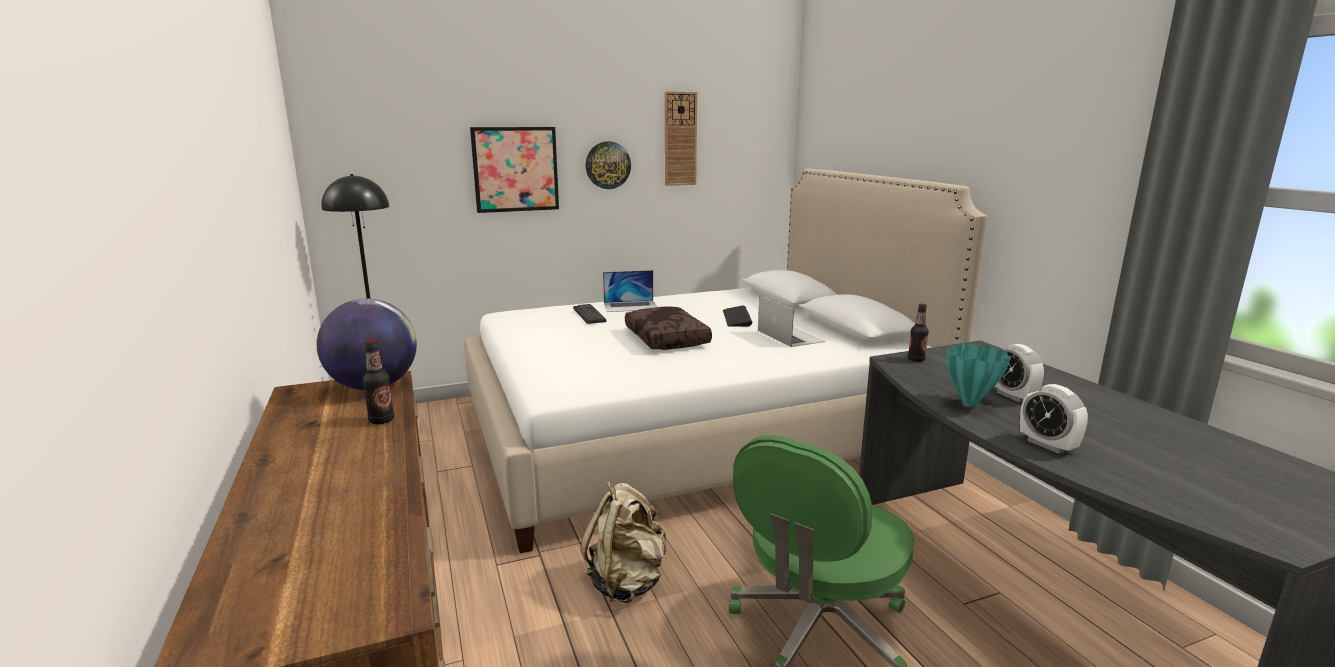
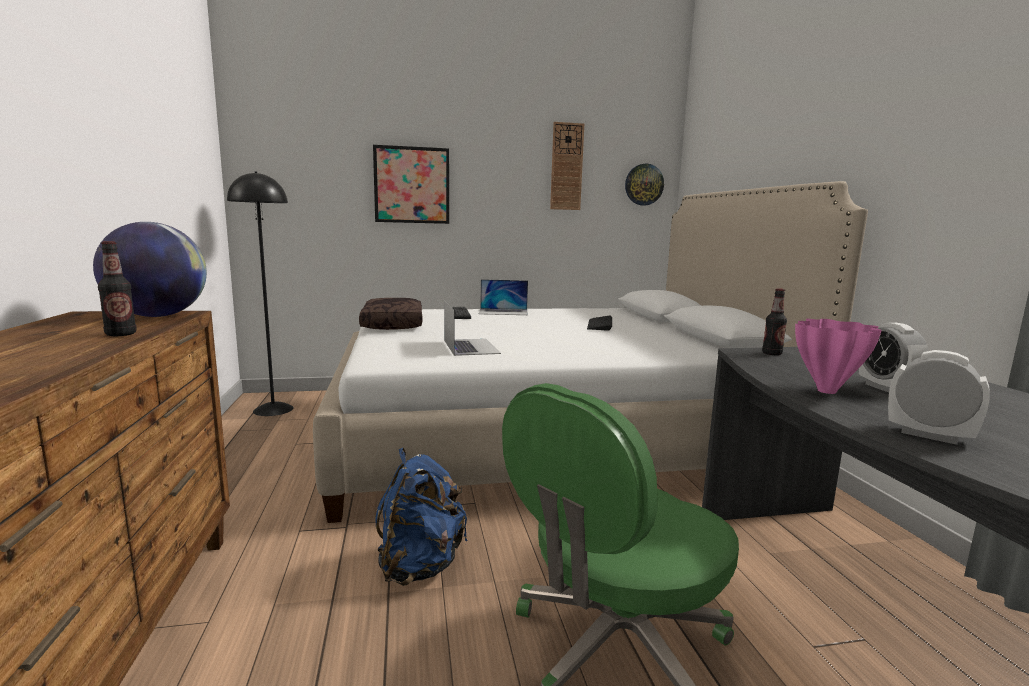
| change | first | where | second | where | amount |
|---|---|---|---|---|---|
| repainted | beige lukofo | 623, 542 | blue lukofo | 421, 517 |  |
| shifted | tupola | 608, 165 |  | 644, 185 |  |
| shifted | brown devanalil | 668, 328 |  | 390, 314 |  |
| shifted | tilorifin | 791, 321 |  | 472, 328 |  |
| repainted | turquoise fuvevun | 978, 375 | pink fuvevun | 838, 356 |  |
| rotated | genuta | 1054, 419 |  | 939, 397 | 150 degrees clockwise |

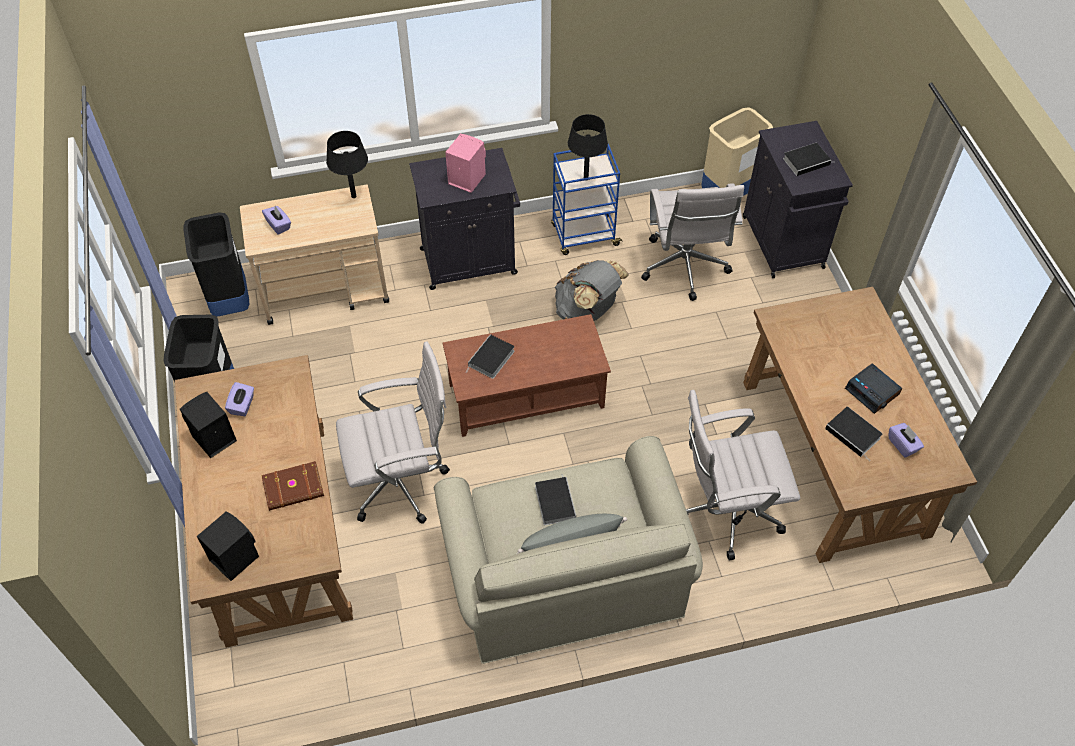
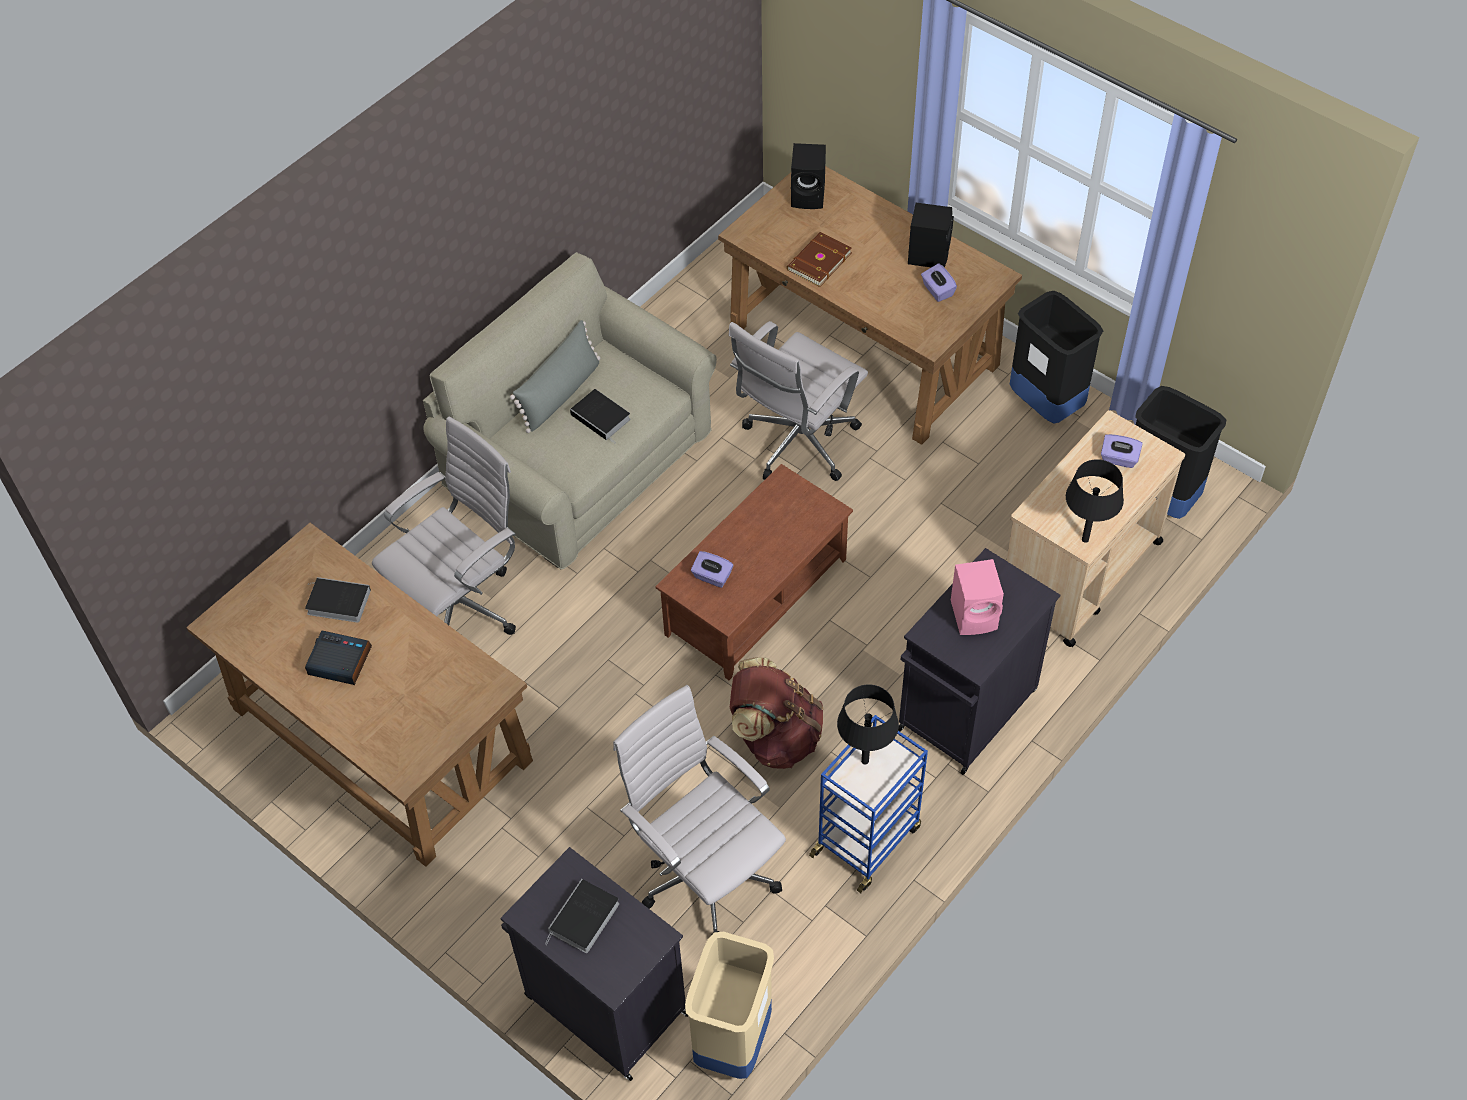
| change | first | where | second | where | amount |
|---|---|---|---|---|---|
| gone | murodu | 490, 356 |  |  |  |
| repainted | grey lukofo | 592, 290 | brown lukofo | 777, 713 |  |
| shifted | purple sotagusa | 906, 440 |  | 712, 569 |  |

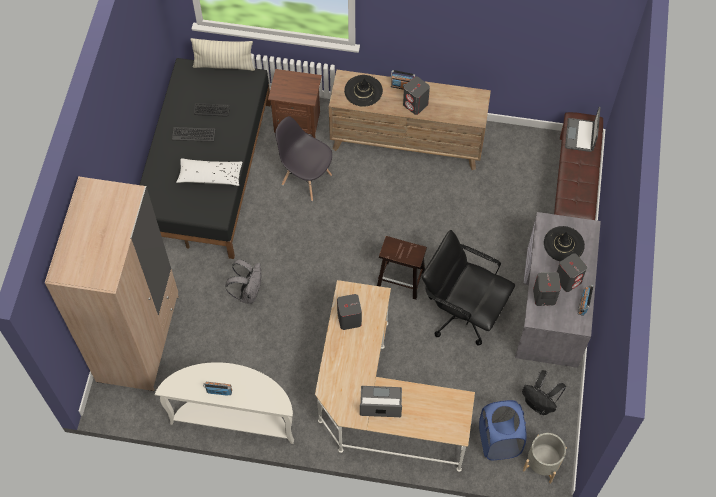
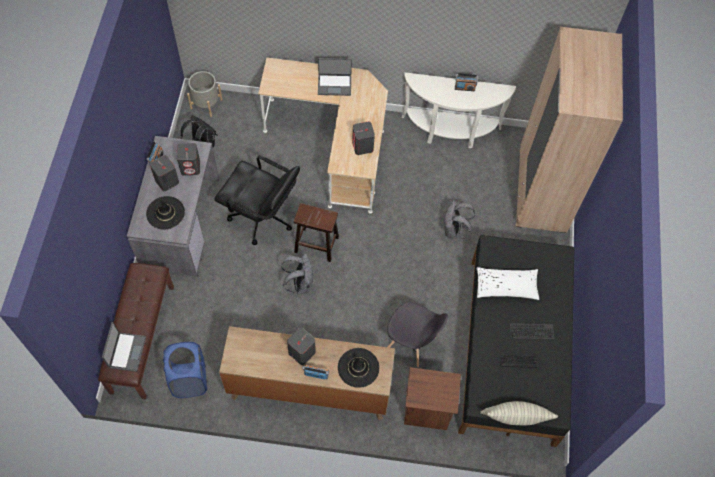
| change | first | where | second | where | amount |
|---|---|---|---|---|---|
| shifted | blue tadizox | 502, 430 |  | 185, 370 |  |
| new |  |  | grey lukofo | 297, 274 |  |

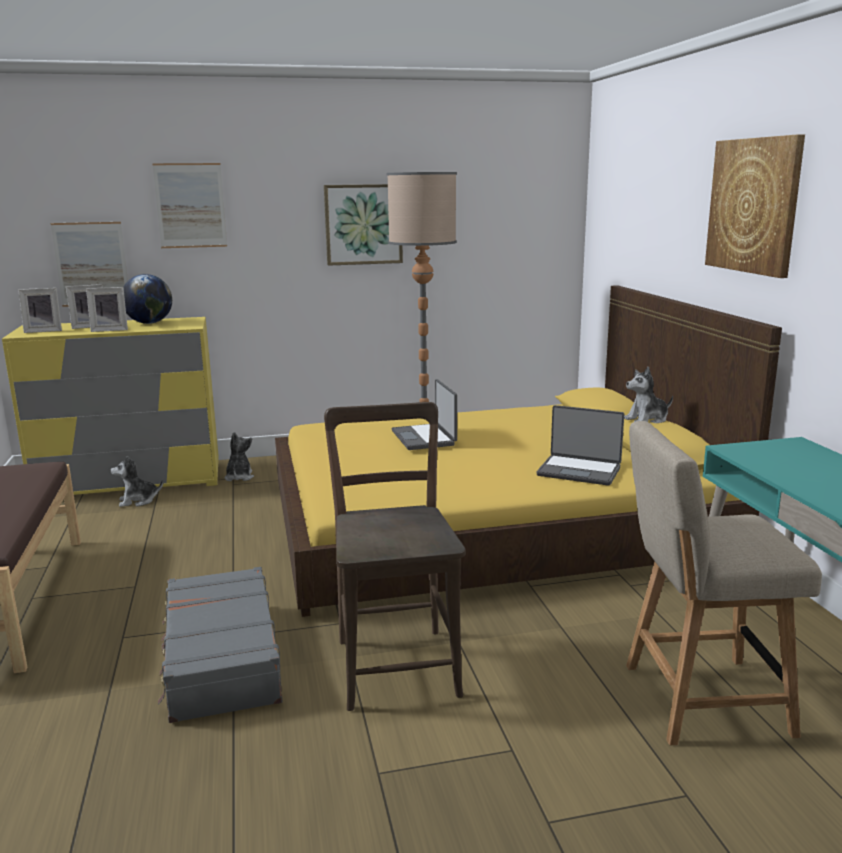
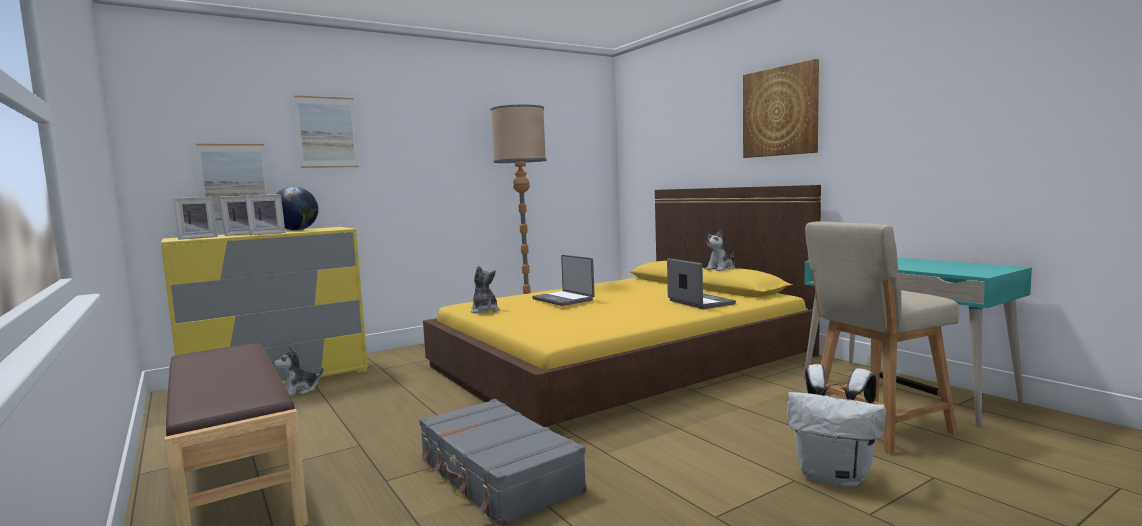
| change | first | where | second | where | amount |
|---|---|---|---|---|---|
| shifted | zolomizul | 239, 456 |  | 485, 289 |  |
| gone | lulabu | 363, 225 |  |  |  |
| gone | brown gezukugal | 395, 556 |  |  |  |
| rotated | tilorifin | 580, 445 |  | 701, 283 | 120 degrees counterclockwise |
| new |  |  | white lukofo | 836, 426 |  |

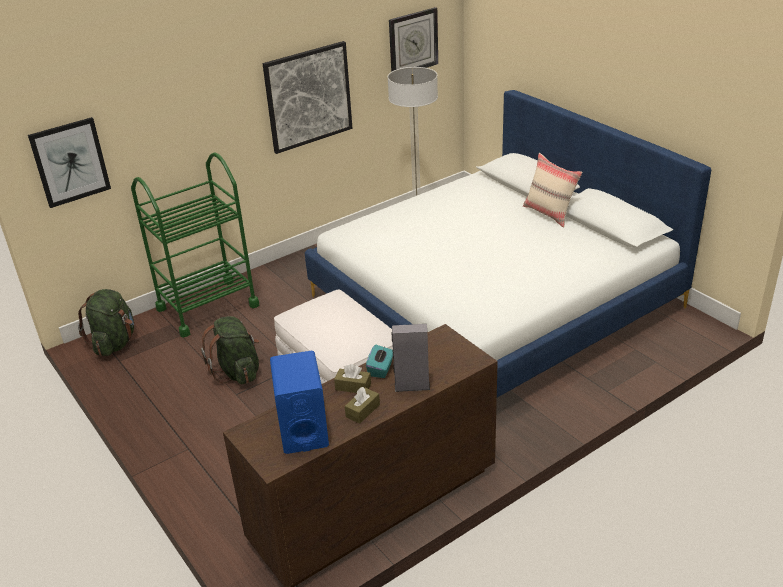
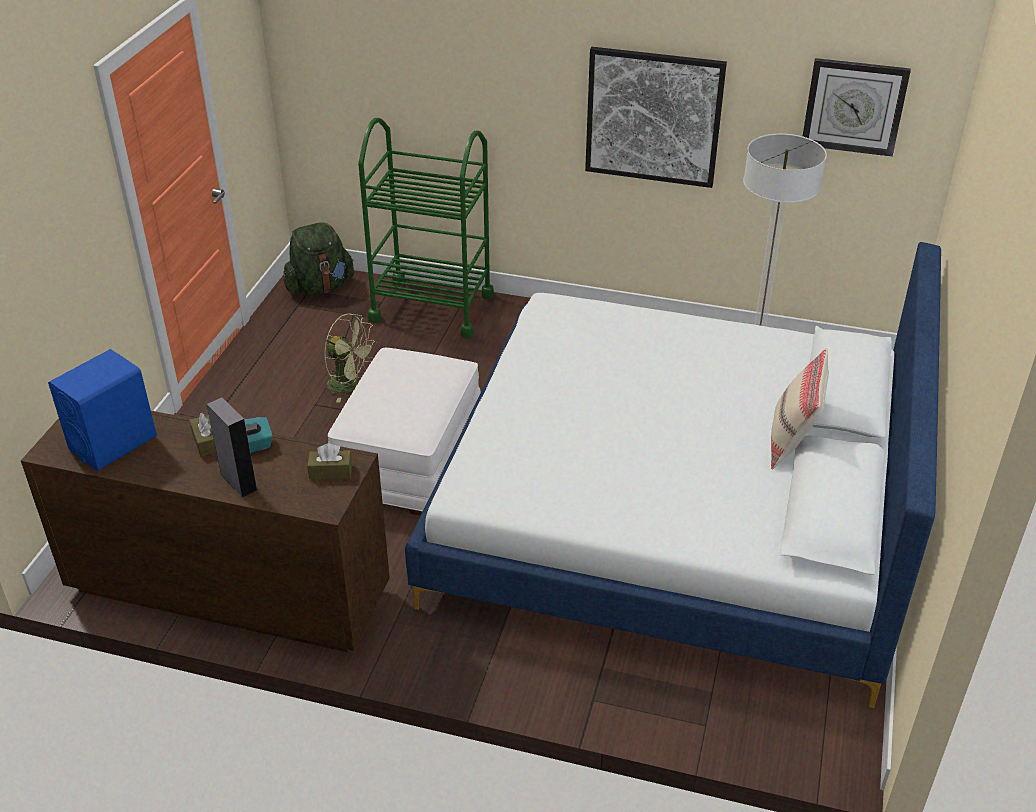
| change | first | where | second | where | amount |
|---|---|---|---|---|---|
| gone | lulabu | 69, 162 |  |  |  |
| swapped | green lukofo | 230, 350 | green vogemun | 350, 357 |  |
| shifted | brown sotagusa | 362, 405 |  | 329, 461 |  |

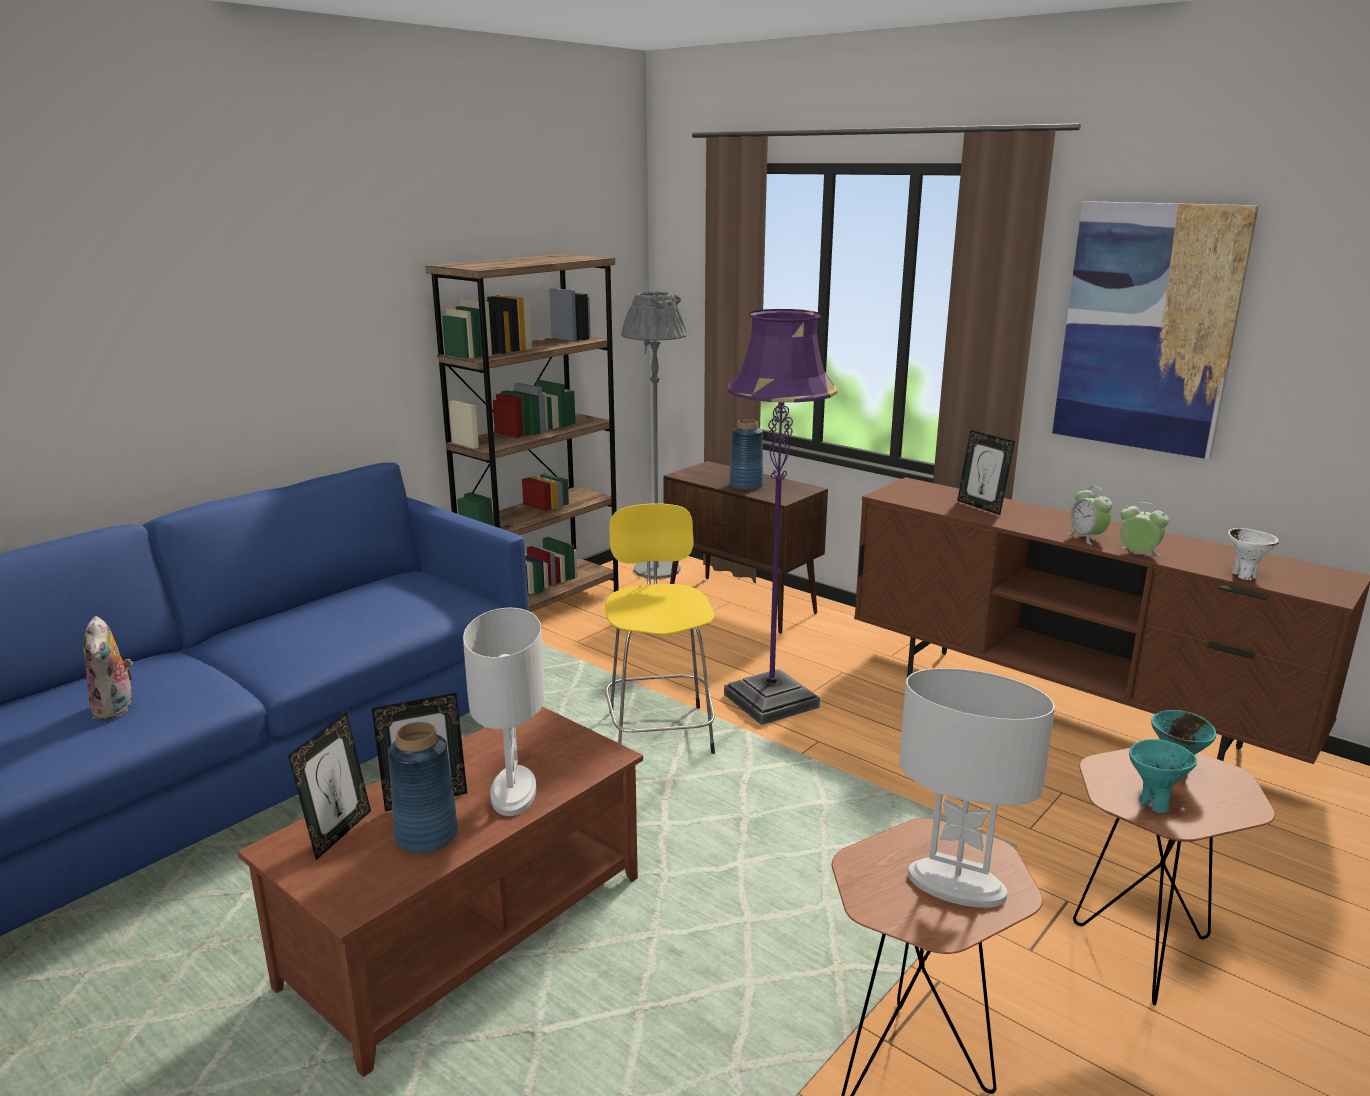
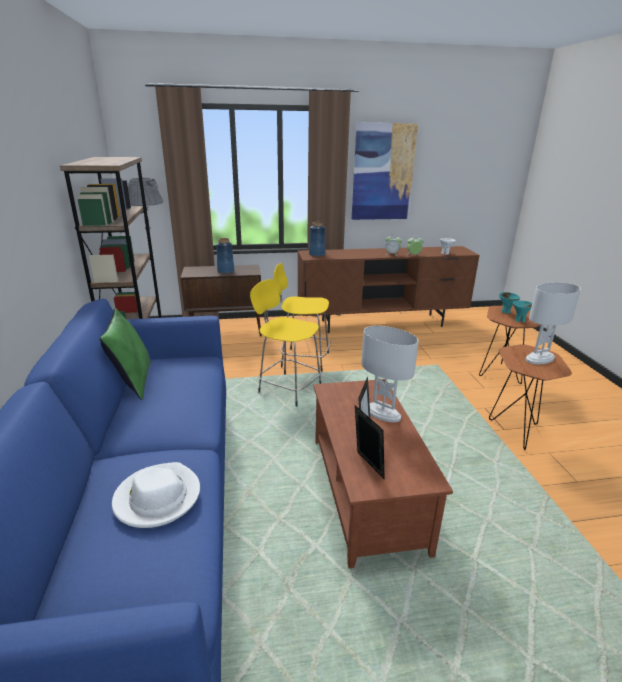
| change | first | where | second | where | amount |
|---|---|---|---|---|---|
| swapped | zolomizul | 109, 668 | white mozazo | 156, 495 |  |
| shifted | blue fuvevun | 423, 788 |  | 317, 239 |  |
| swapped | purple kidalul | 781, 517 | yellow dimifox | 302, 317 |  |
| gone | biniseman | 986, 472 |  |  |  |
| new |  |  | green devanalil | 125, 354 |  |

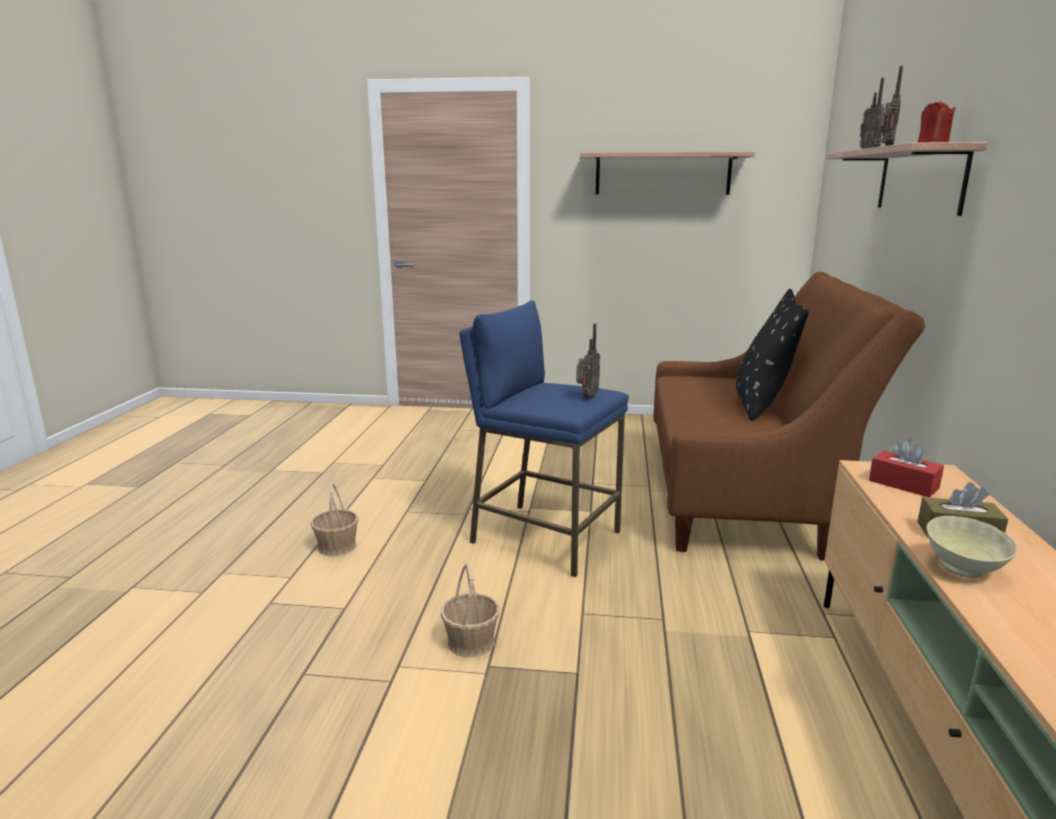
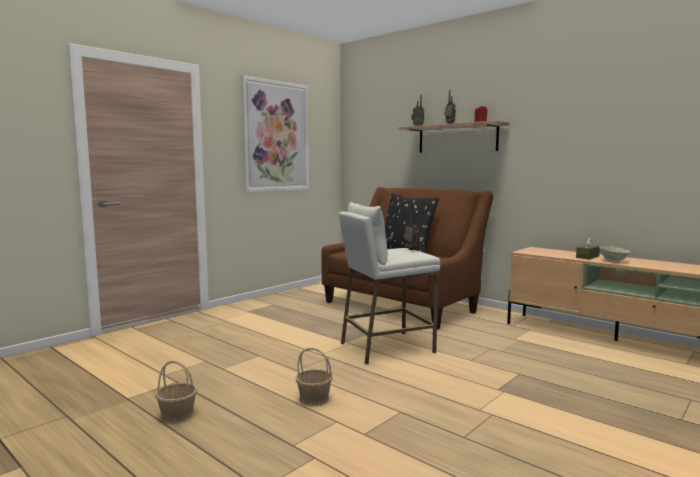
| change | first | where | second | where | amount |
|---|---|---|---|---|---|
| shifted | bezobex | 470, 610 |  | 176, 392 |  |
| repainted | blue dimifox | 544, 438 | white dimifox | 389, 283 |  |
| swapped | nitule | 667, 173 | lulabu | 275, 133 |  |
| gone | red sotagusa | 906, 468 |  |  |  |

